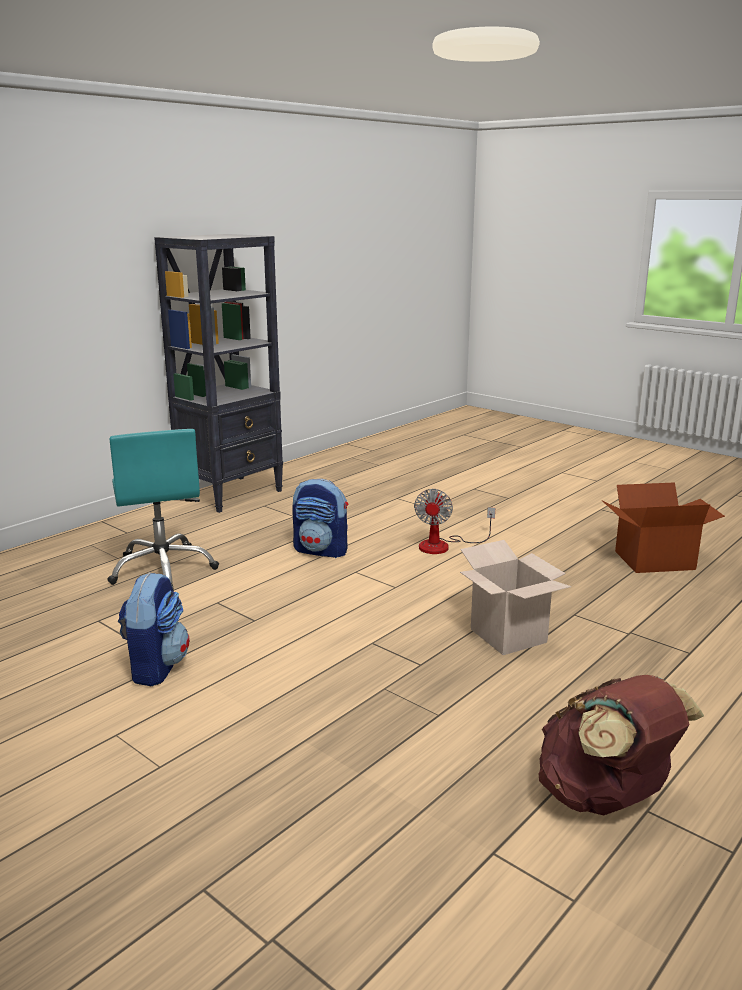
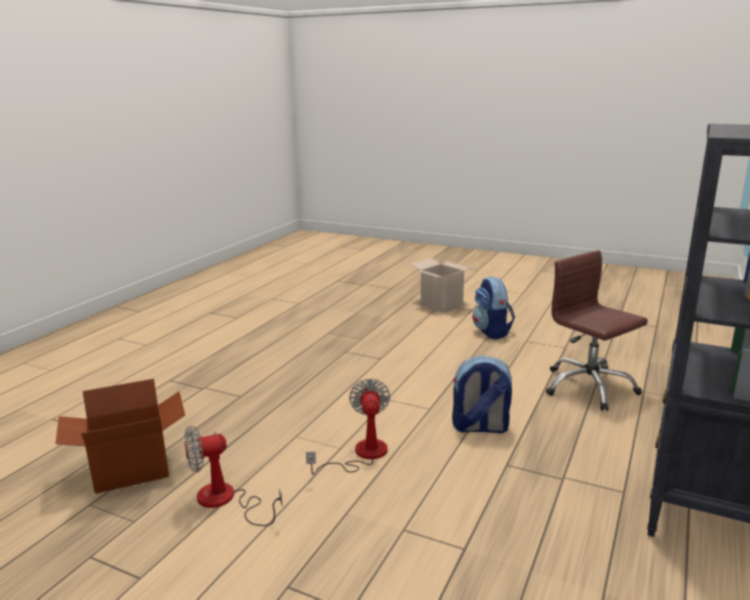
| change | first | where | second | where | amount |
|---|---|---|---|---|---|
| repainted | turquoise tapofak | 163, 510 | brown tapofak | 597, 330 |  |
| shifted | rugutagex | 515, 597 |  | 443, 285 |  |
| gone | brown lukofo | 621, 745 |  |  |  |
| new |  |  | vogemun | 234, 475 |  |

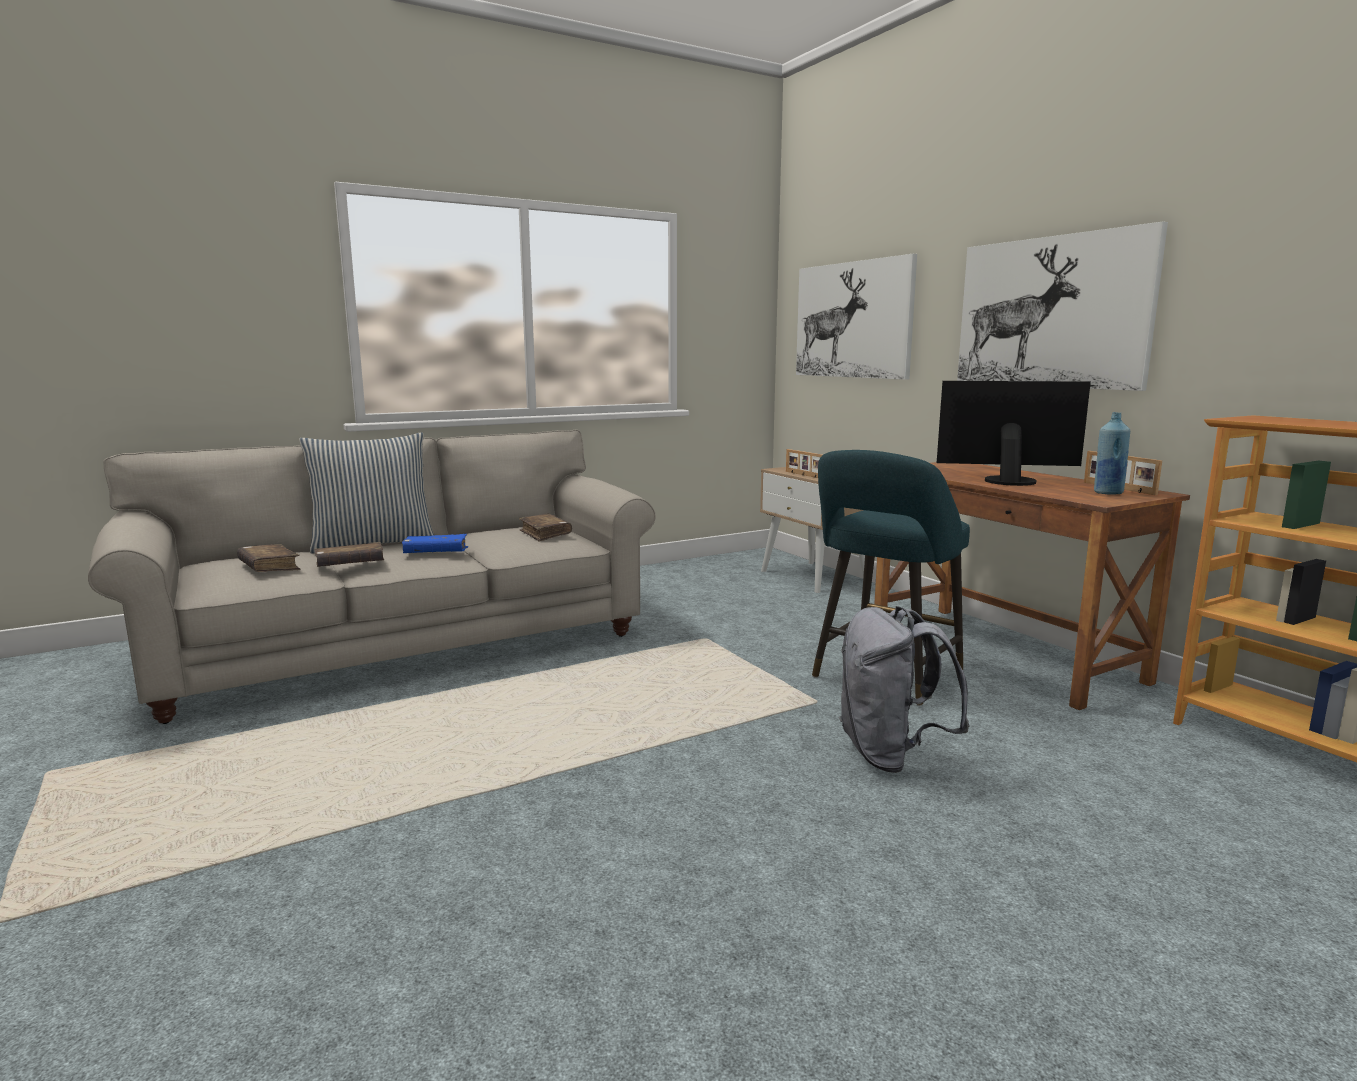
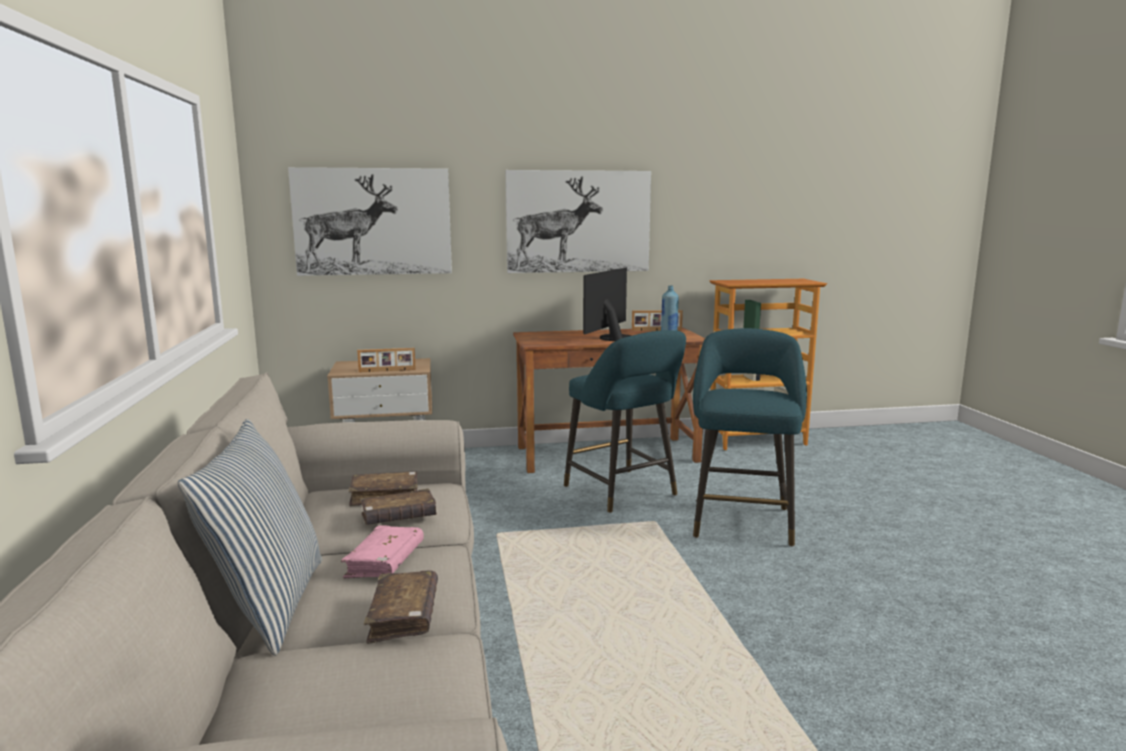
| change | first | where | second | where | amount |
|---|---|---|---|---|---|
| shifted | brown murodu | 268, 558 |  | 398, 507 |  |
| repainted | blue murodu | 435, 543 | pink murodu | 382, 552 |  |
| swapped | grey lukofo | 904, 689 | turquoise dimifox | 750, 437 |  |

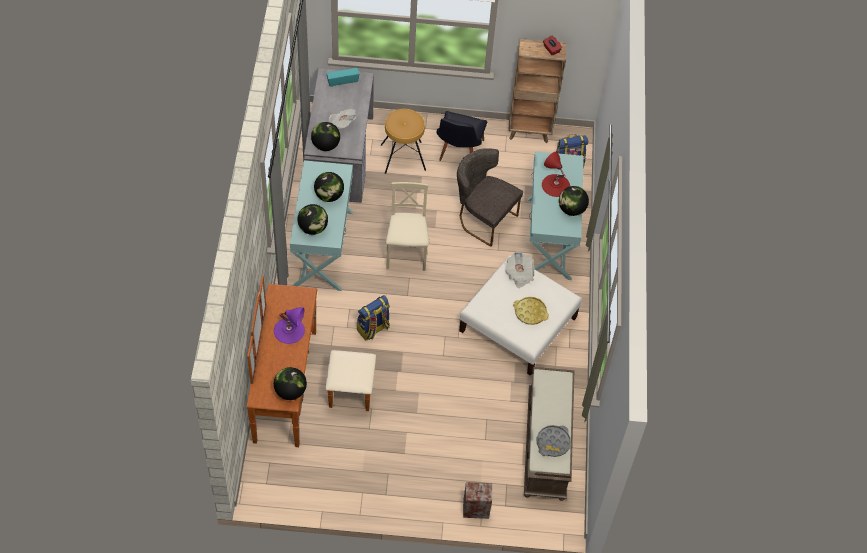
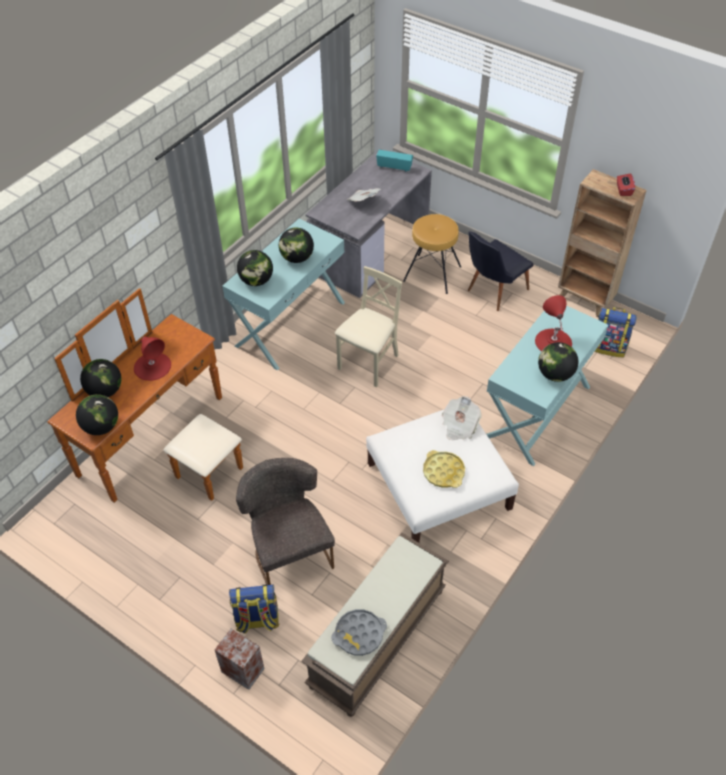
| change | first | where | second | where | amount |
|---|---|---|---|---|---|
| repainted | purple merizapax | 289, 325 | red merizapax | 152, 359 |  |
| shifted | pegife | 325, 136 |  | 100, 378 |  |
| shifted | lukofo | 373, 318 |  | 254, 609 |  |
| shifted | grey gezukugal | 490, 197 |  | 285, 521 |  |

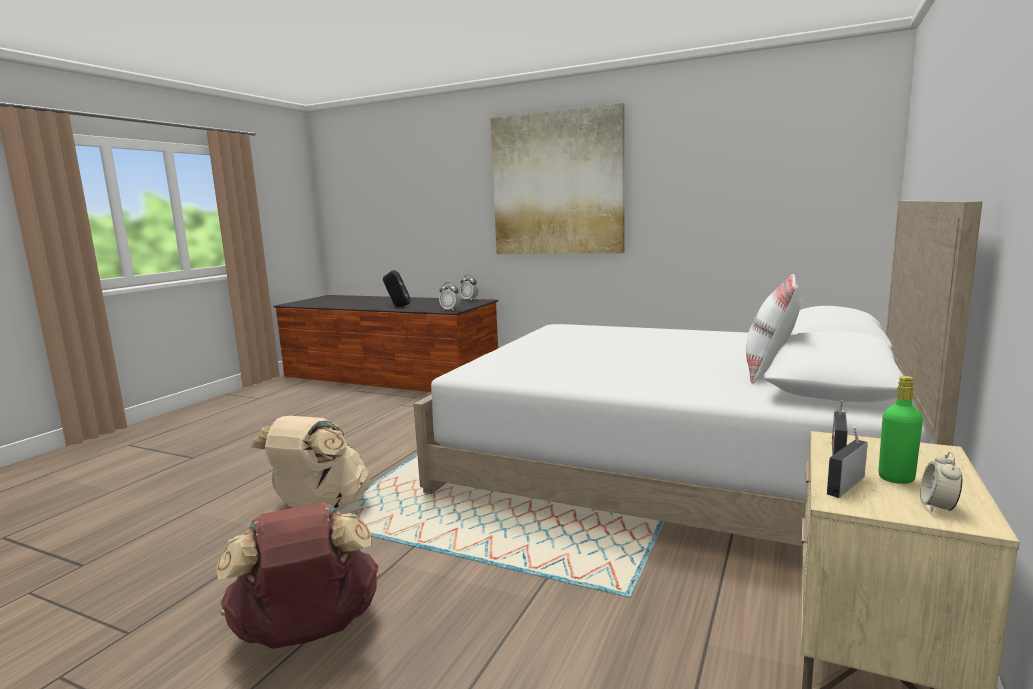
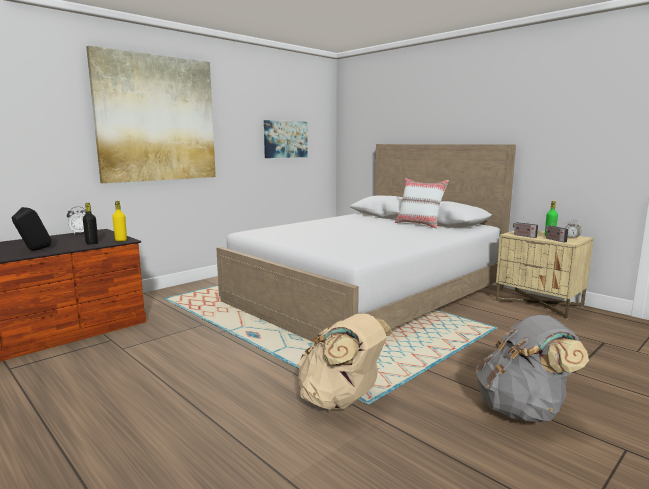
| change | first | where | second | where | amount |
|---|---|---|---|---|---|
| repainted | brown lukofo | 298, 575 | grey lukofo | 532, 368 |  |
| swapped | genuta | 450, 296 | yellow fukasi | 119, 221 |  |
| new |  |  | black fukasi | 90, 223 |  |
| new |  |  | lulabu | 286, 139 |  |

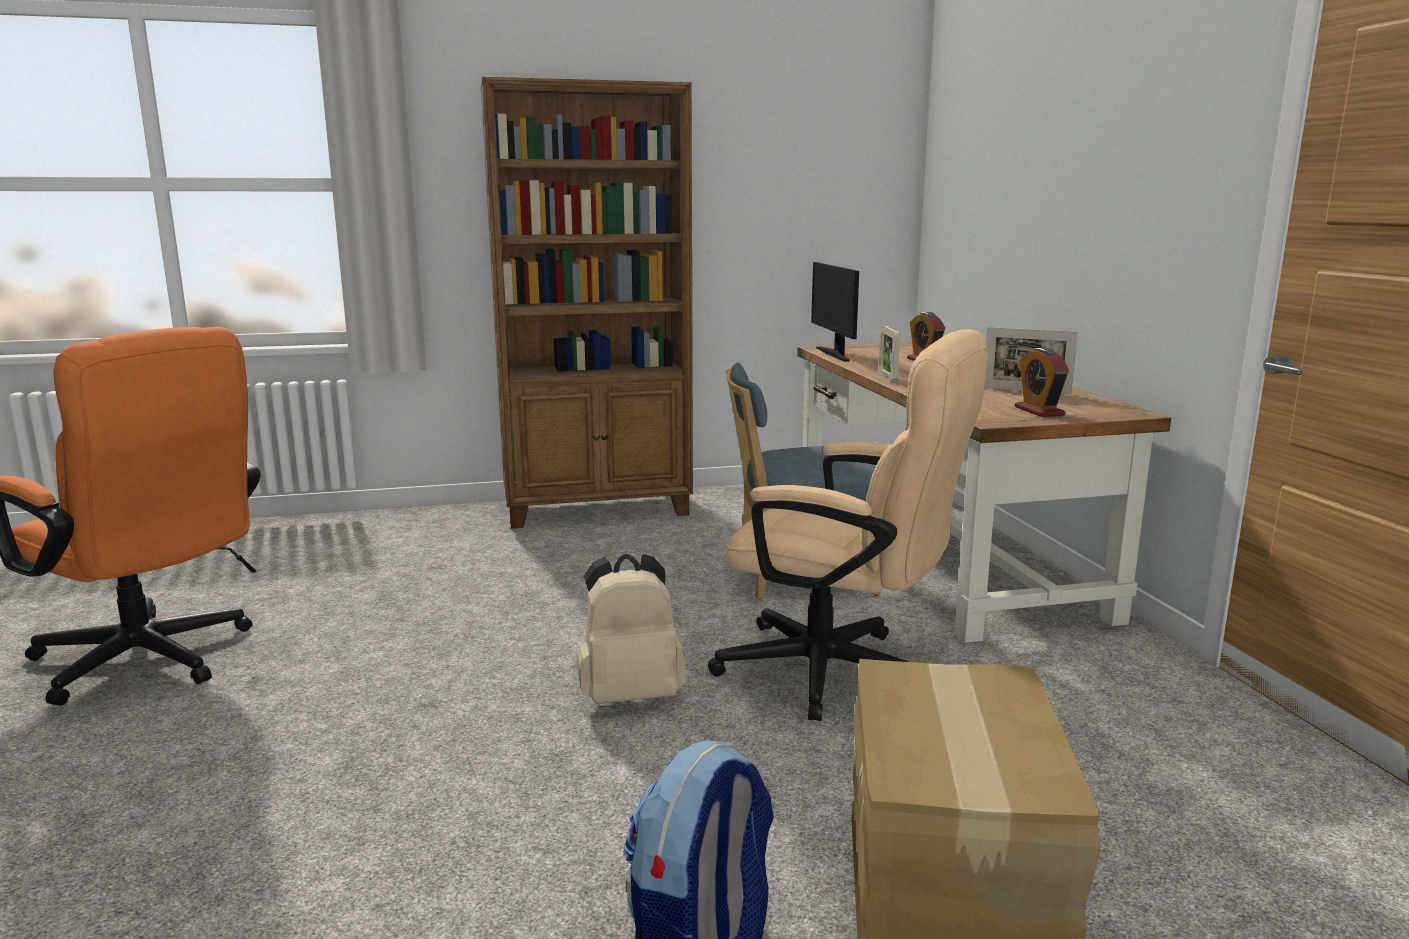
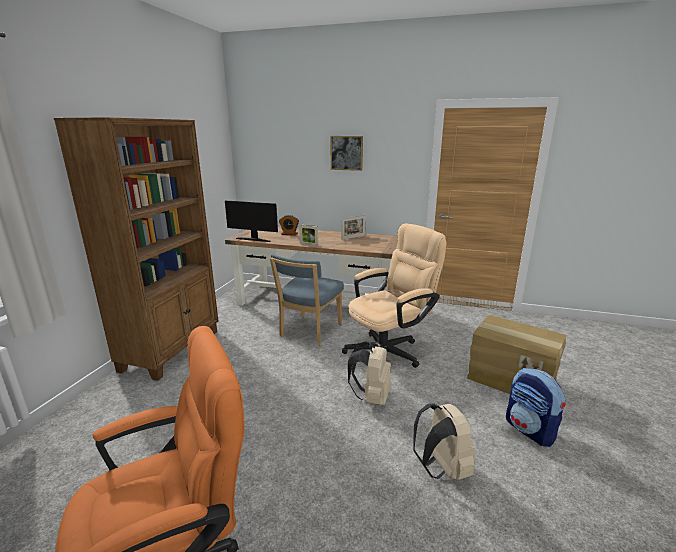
| change | first | where | second | where | amount |
|---|---|---|---|---|---|
| gone | genuta | 1042, 382 |  |  |  |
| new |  |  | lulabu | 346, 153 |  |
| new |  |  | beige lukofo | 444, 441 |  |

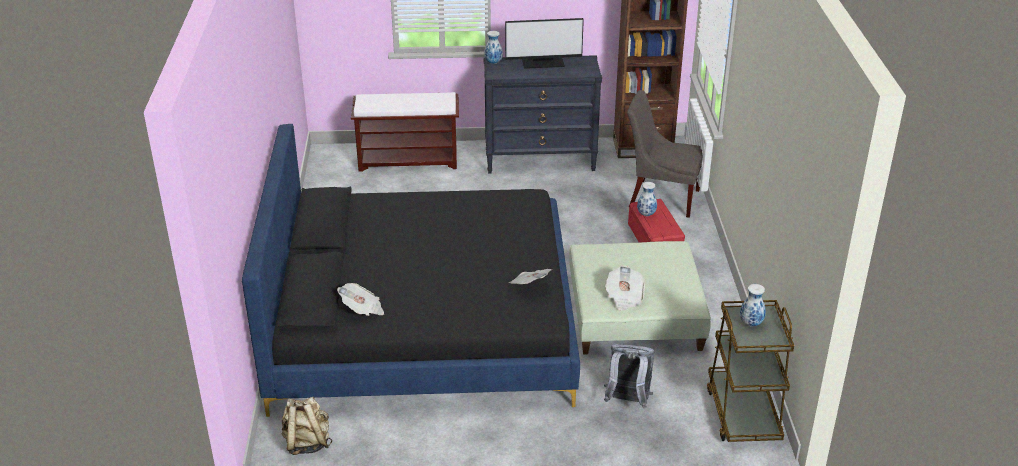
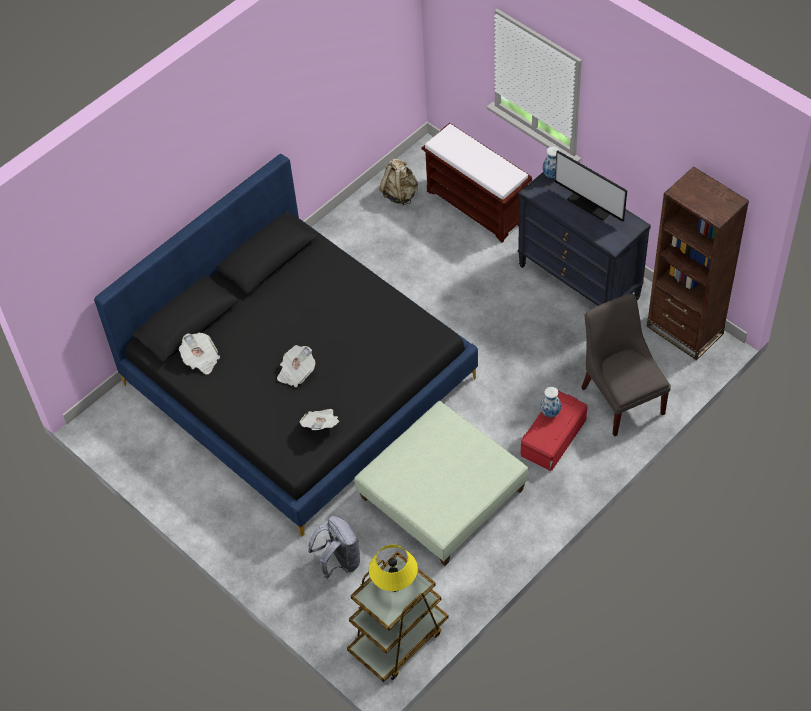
| change | first | where | second | where | amount |
|---|---|---|---|---|---|
| shifted | beige lukofo | 307, 426 |  | 398, 182 |  |
| shifted | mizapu | 625, 288 |  | 296, 366 |  |
| swapped | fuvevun | 753, 305 | yellow merizapax | 393, 568 |  |

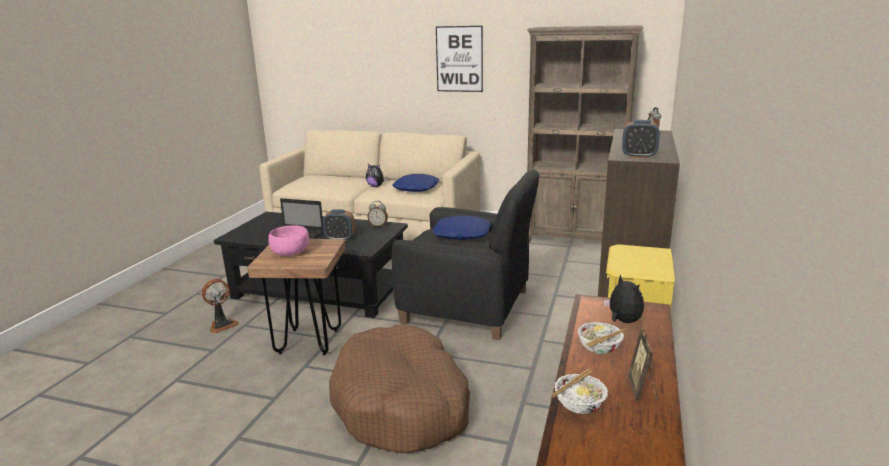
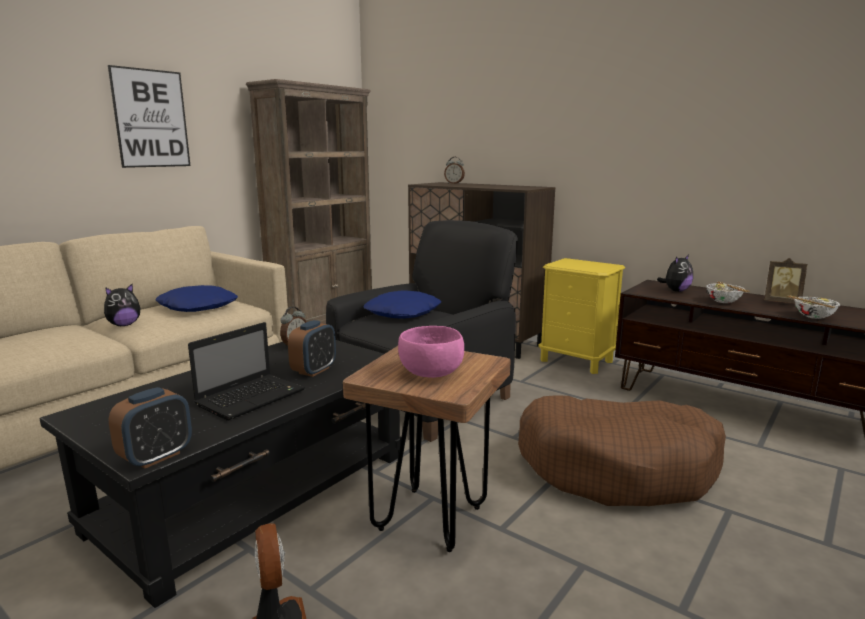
| change | first | where | second | where | amount |
|---|---|---|---|---|---|
| rotated | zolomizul | 624, 298 |  | 675, 273 | 150 degrees clockwise |
| shifted | genuta | 641, 139 |  | 150, 428 |  |

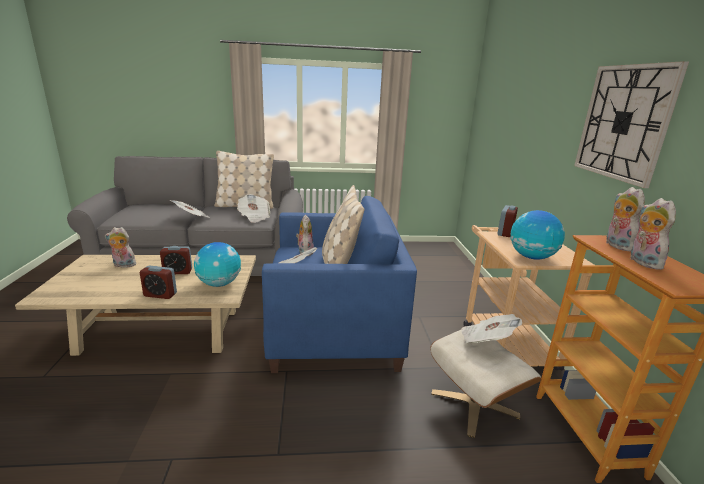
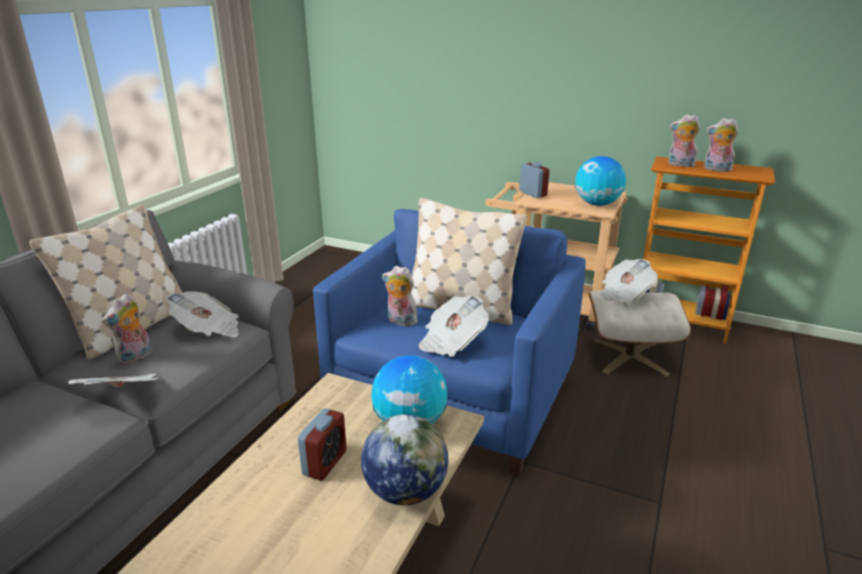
| change | first | where | second | where | amount |
|---|---|---|---|---|---|
| shifted | zolomizul | 120, 247 |  | 127, 329 |  |
| swapped | genuta | 158, 282 | pegife | 404, 459 |  |
| gone | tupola | 631, 124 |  |  |  |

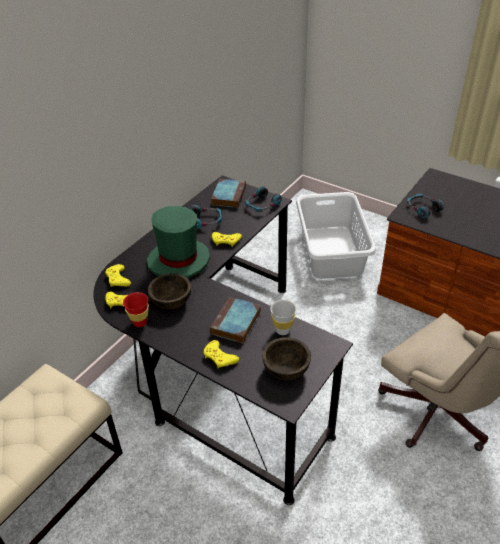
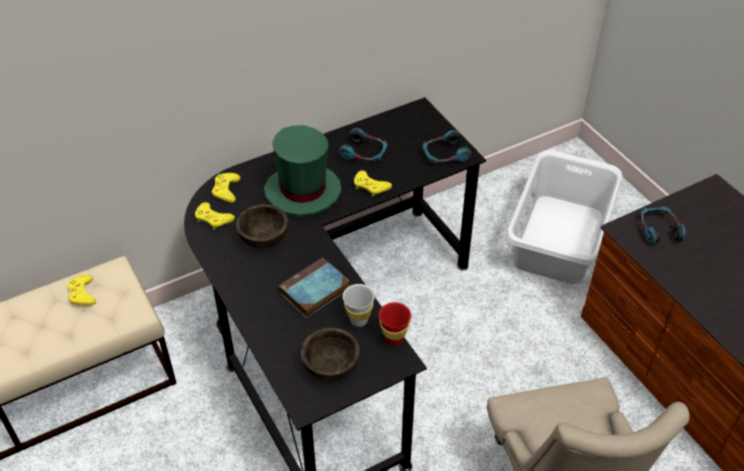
| change | first | where | second | where | amount |
|---|---|---|---|---|---|
| shifted | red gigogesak | 136, 309 |  | 395, 324 |  |
| shifted | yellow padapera | 221, 354 |  | 81, 290 |  |
| gone | murodu | 228, 193 |  |  |  |

